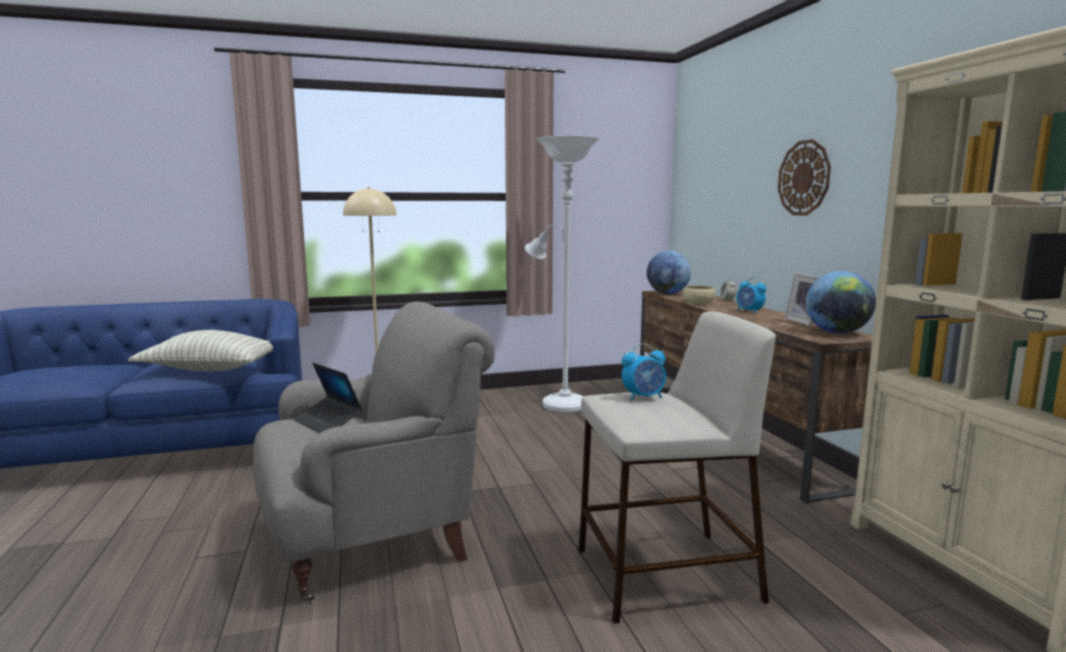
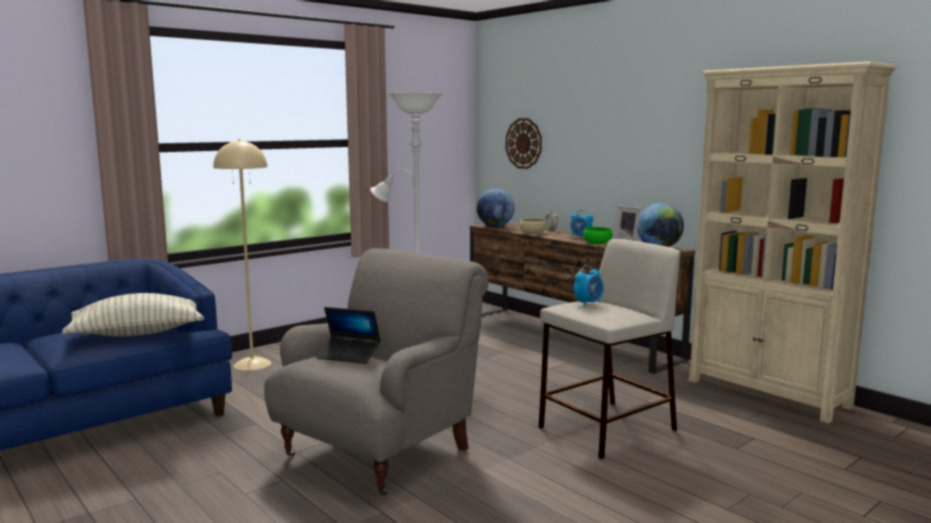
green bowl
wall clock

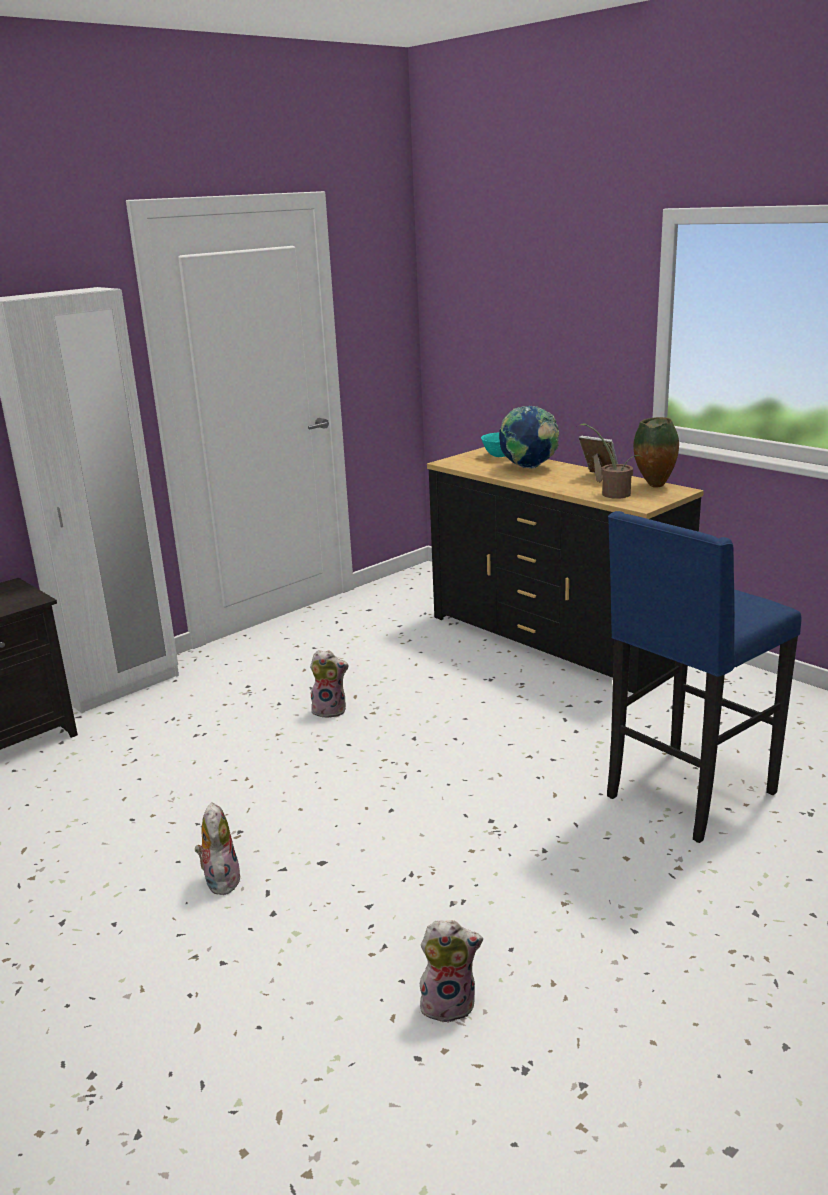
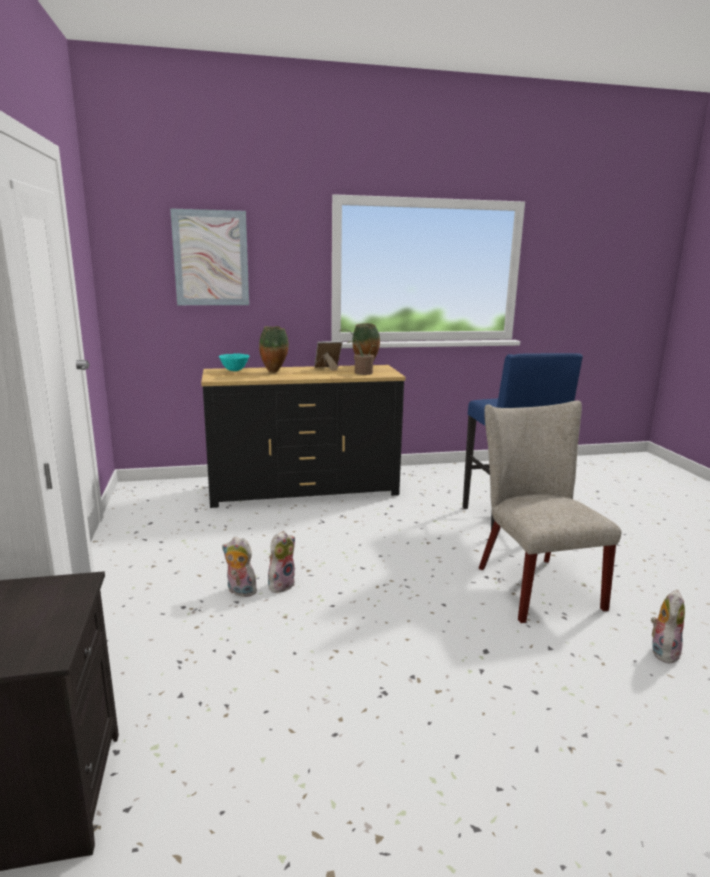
picture
beige chair
plush toy (1st from left)
vase (1st from left)

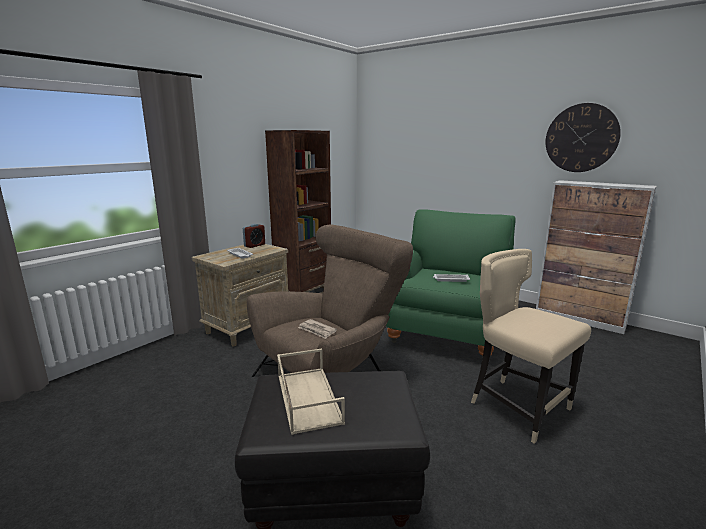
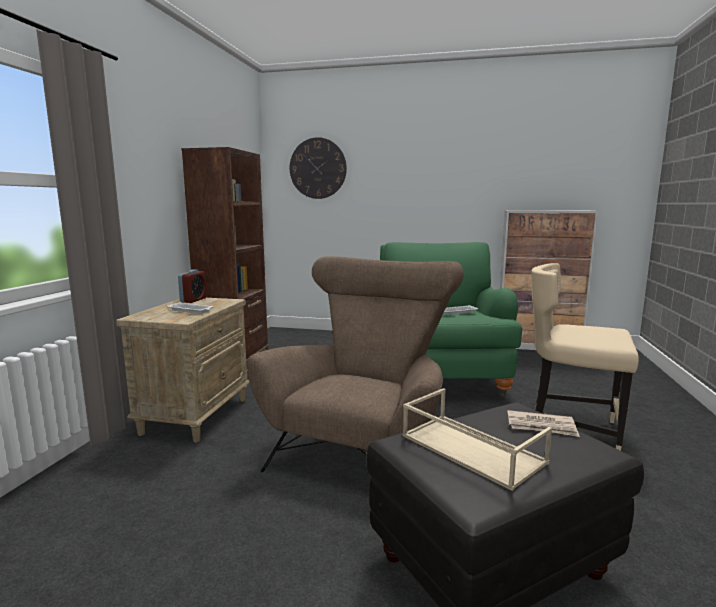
newspaper
wall clock

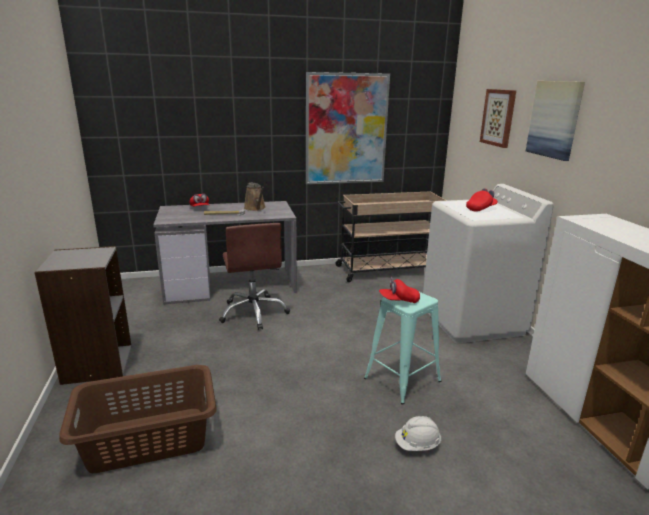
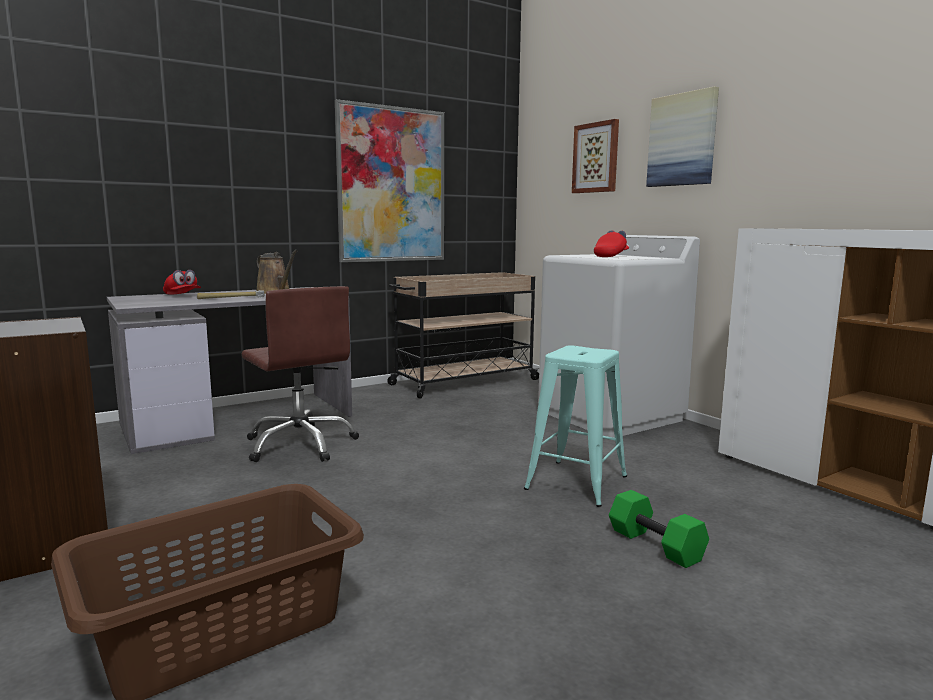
red cap (2nd from left in the first image)
green dumbbell

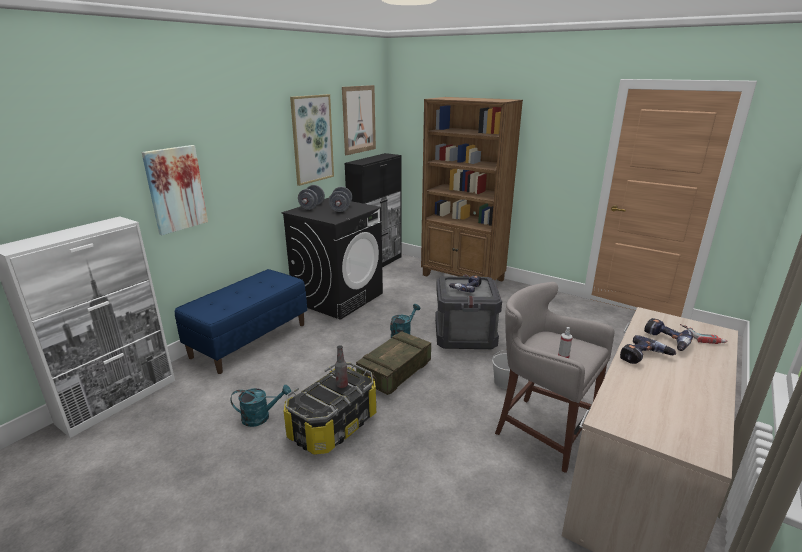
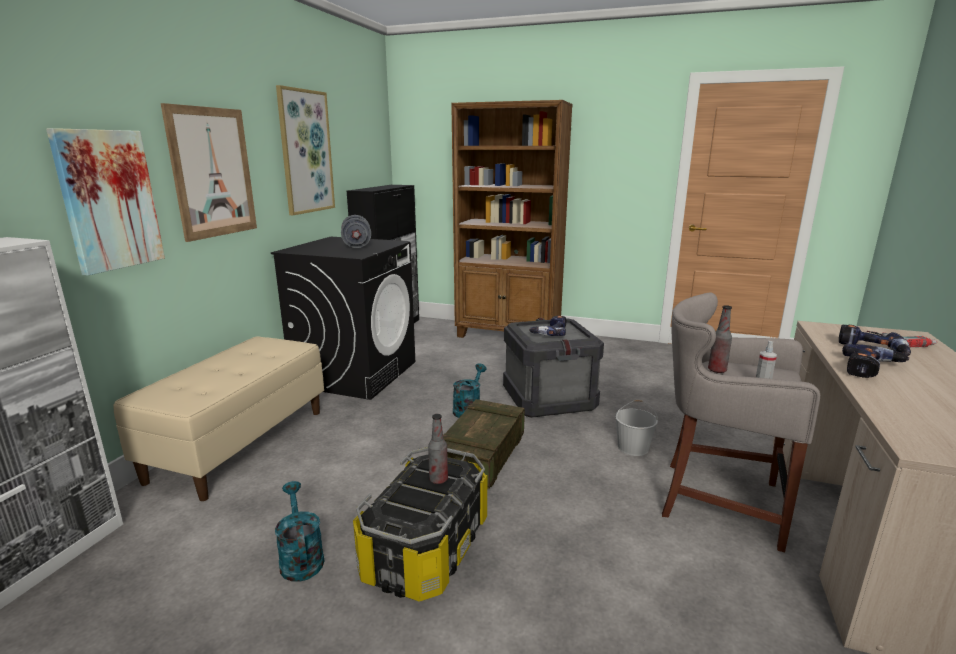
grey dumbbell (1st from left in the first image)
bottle (2nd from left)
picture (2nd from left)
beige bench
turquoise watering can (1st from left)

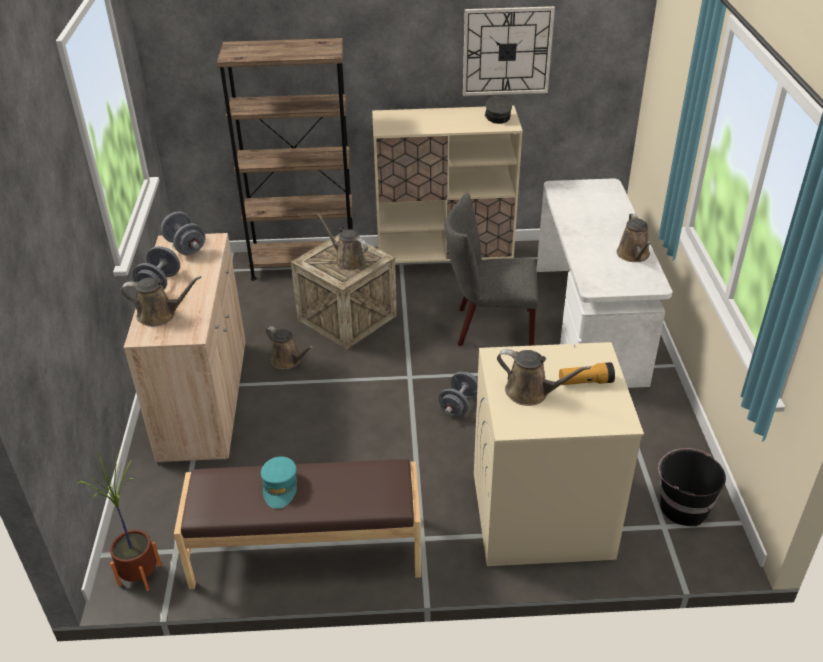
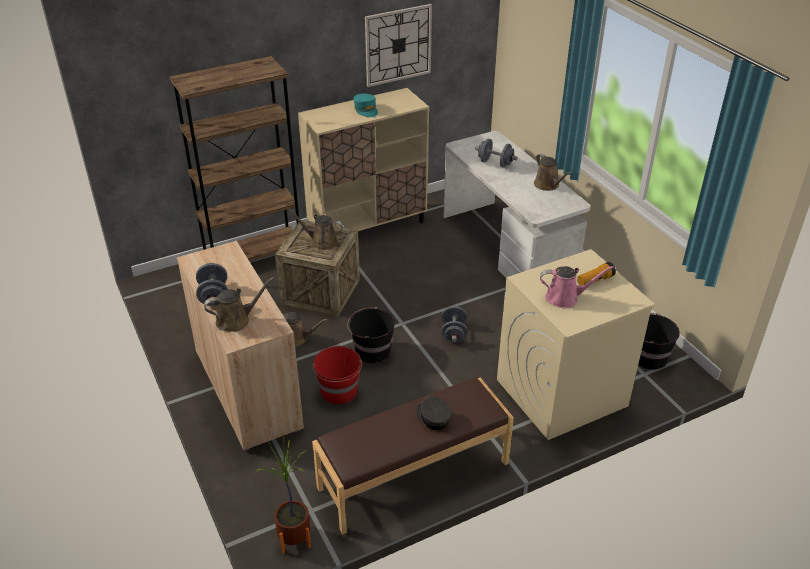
grey chair
red bucket
black bucket (1st from left)
grey dumbbell (3rd from left)
turquoise cap
grey cap
pink watering can

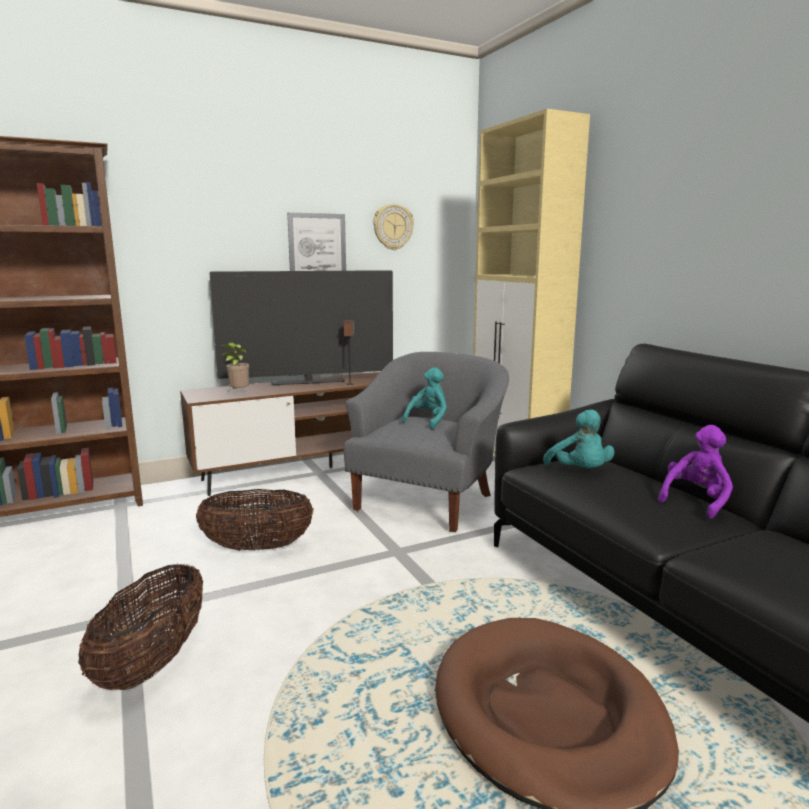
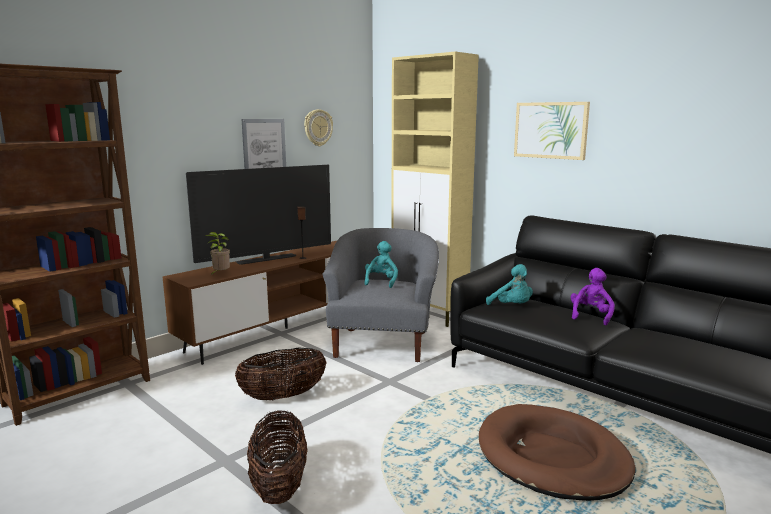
picture (2nd from left)

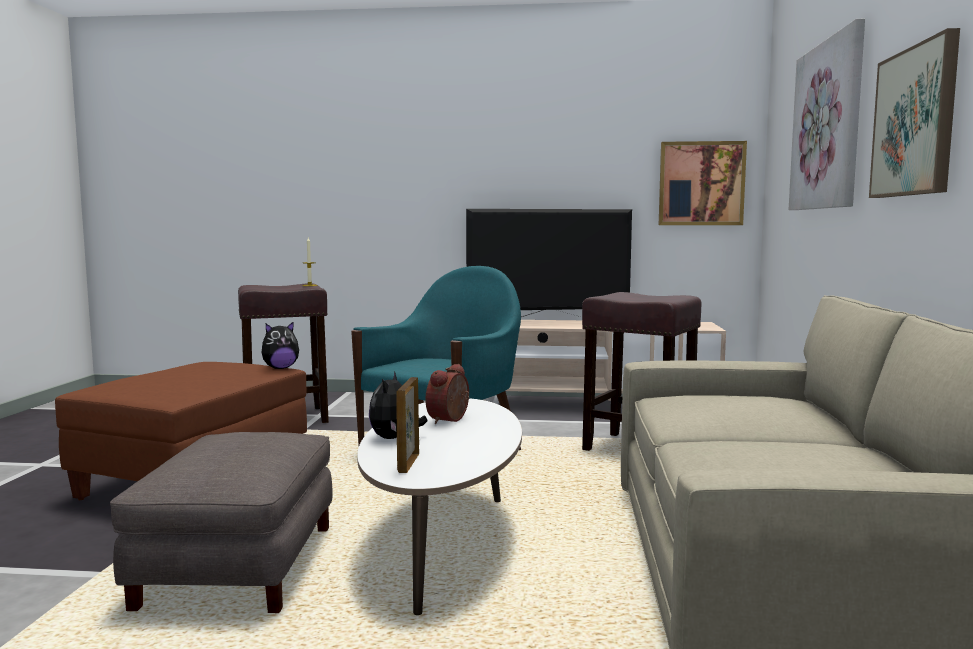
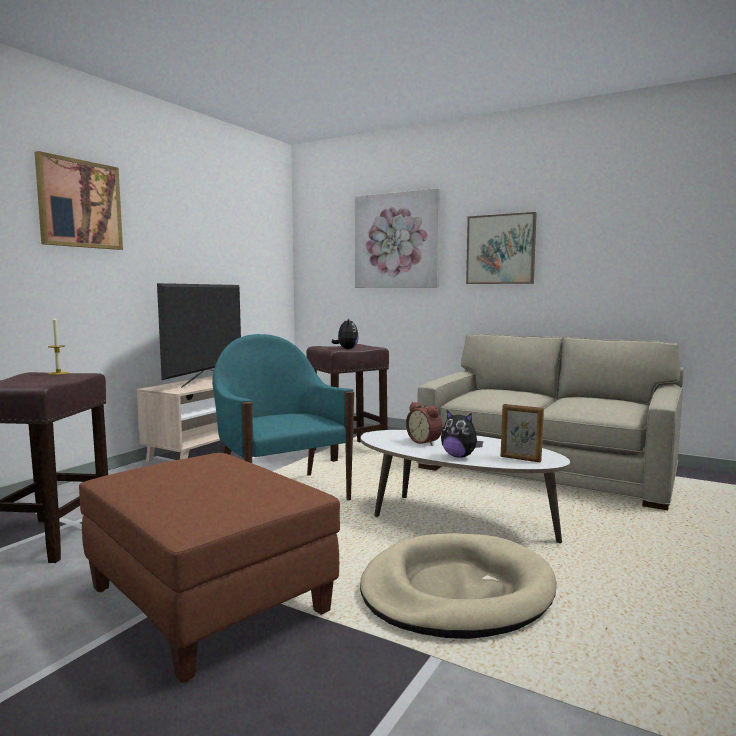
plush toy (1st from left)
picture (1st from left)
beige dog bed

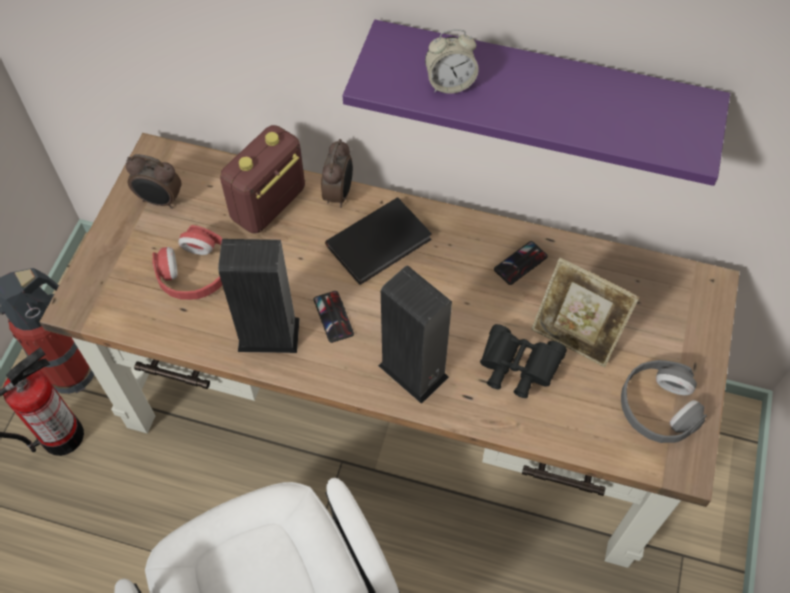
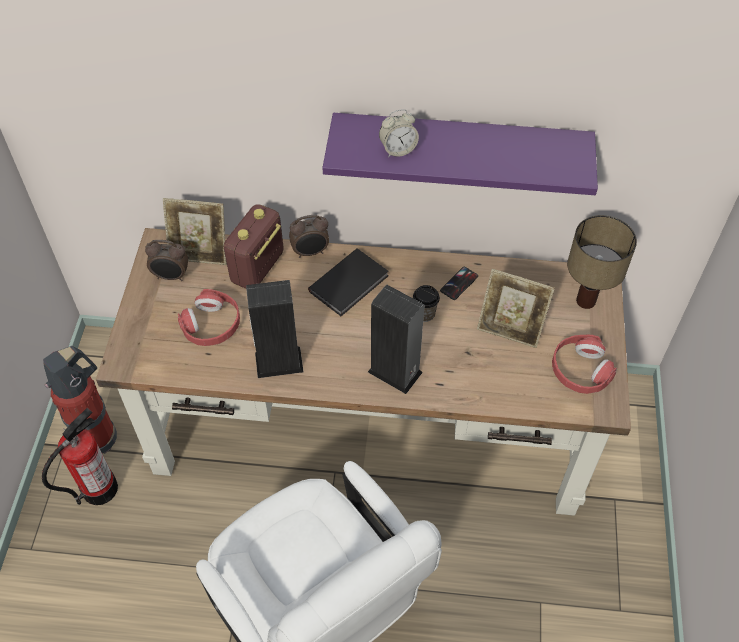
phone (1st from left in the first image)
black binoculars
picture frame (1st from left)
cup
table lamp
red headphones (2nd from left)
alarm clock (2nd from left)

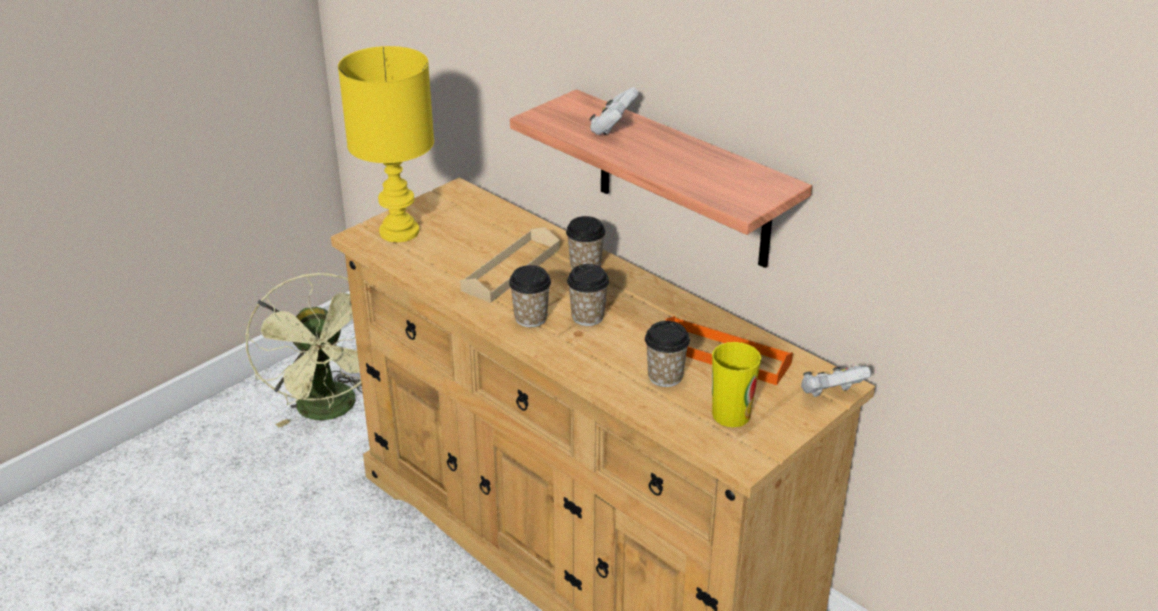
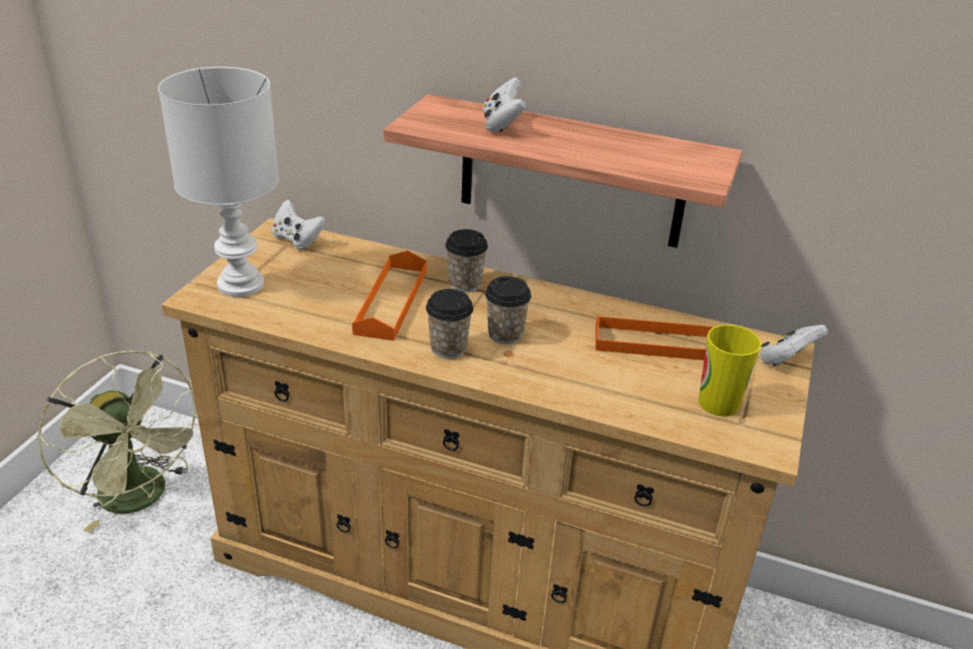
cup (4th from left in the first image)
white game controller (1st from left)
white table lamp
orange tray (1st from left)

